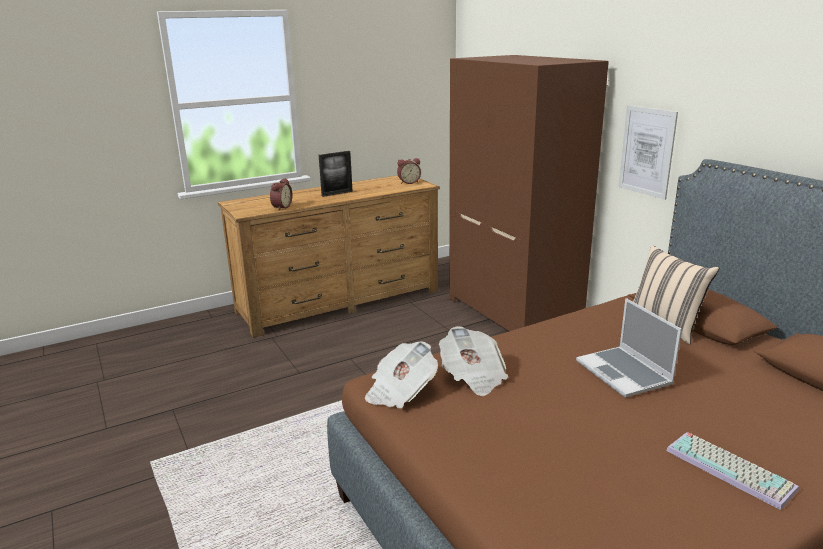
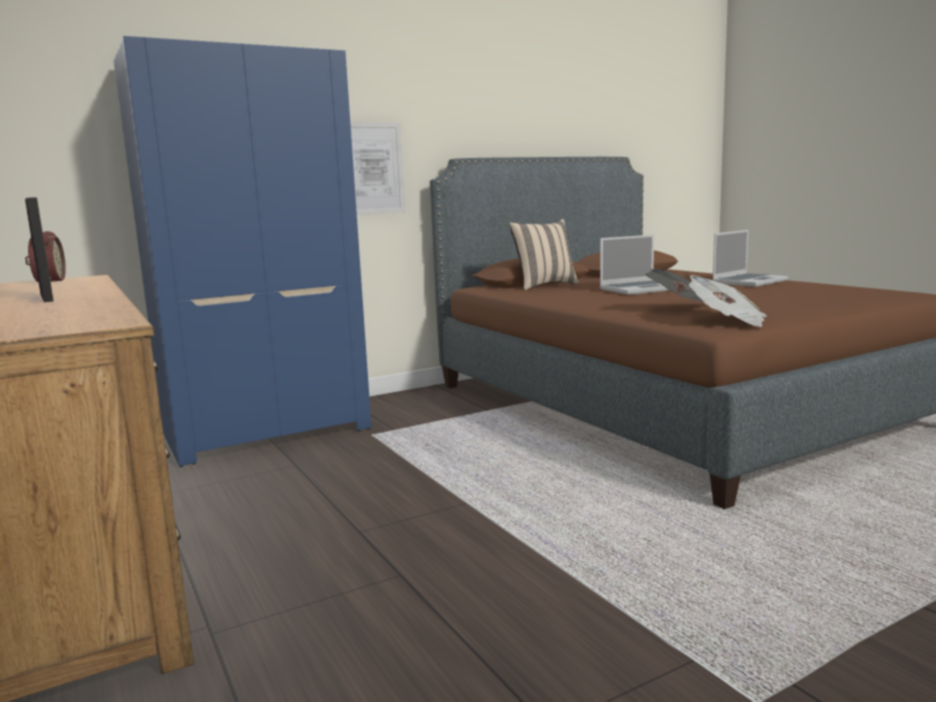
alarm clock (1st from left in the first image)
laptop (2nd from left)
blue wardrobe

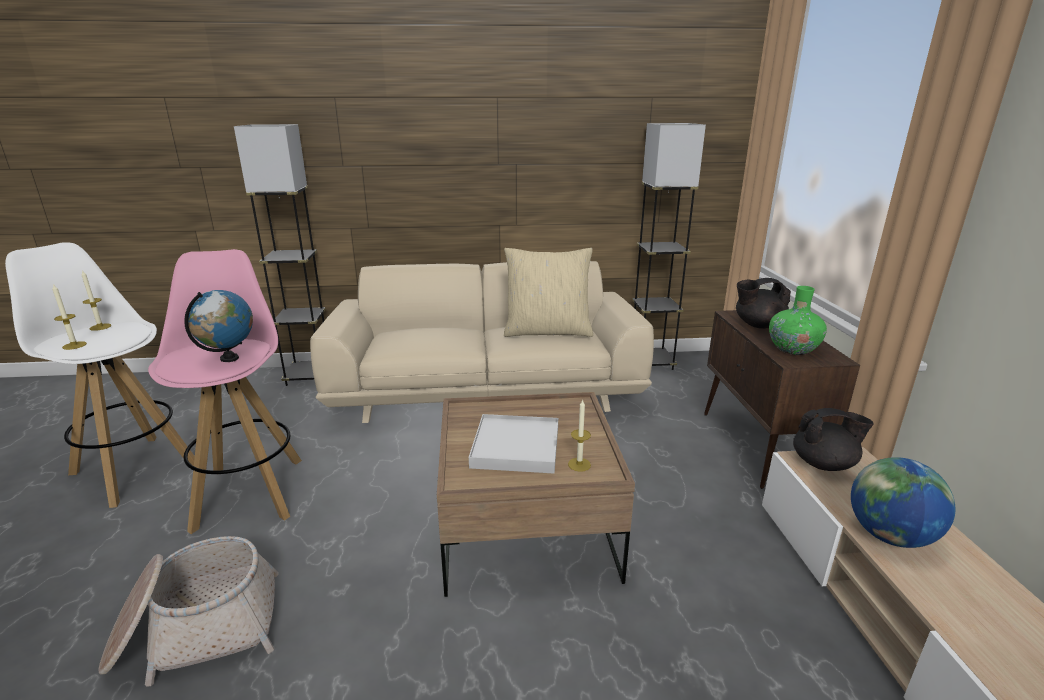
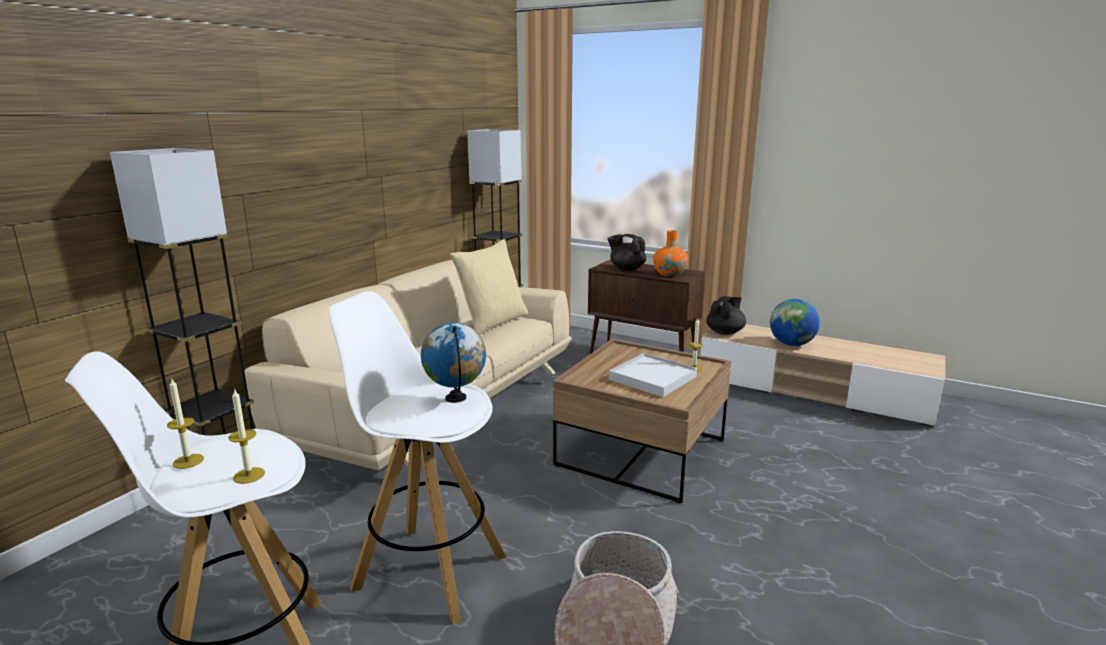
white stool (2nd from left)
orange vase
black teapot (1st from left)

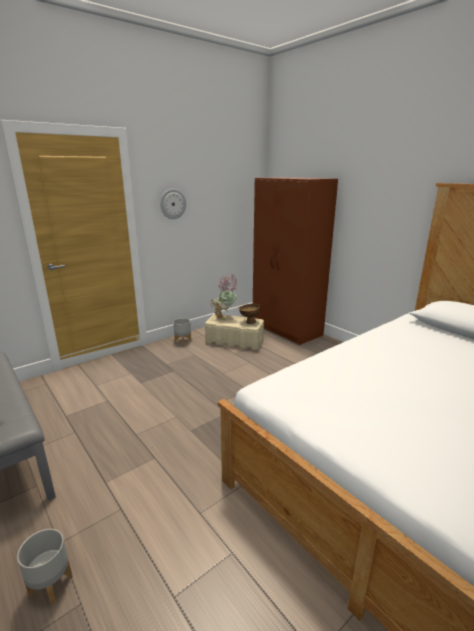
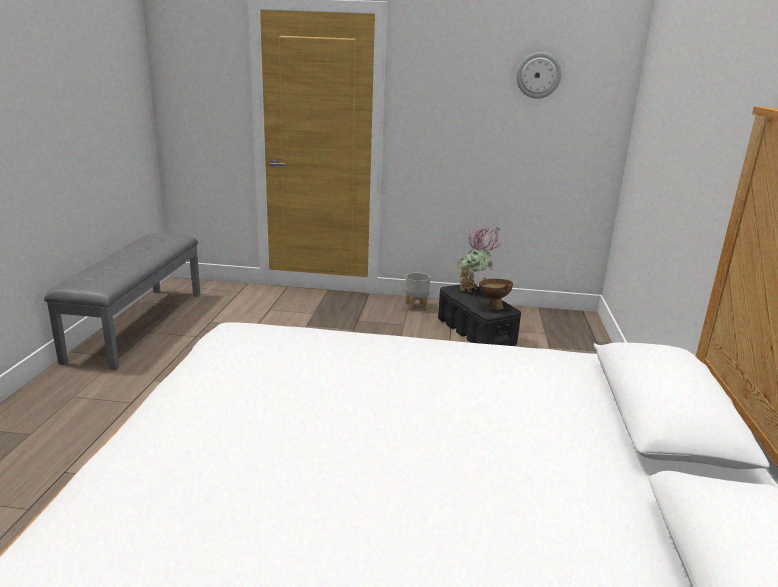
grey planter (1st from left in the first image)
brown wardrobe
wall clock
black storage box

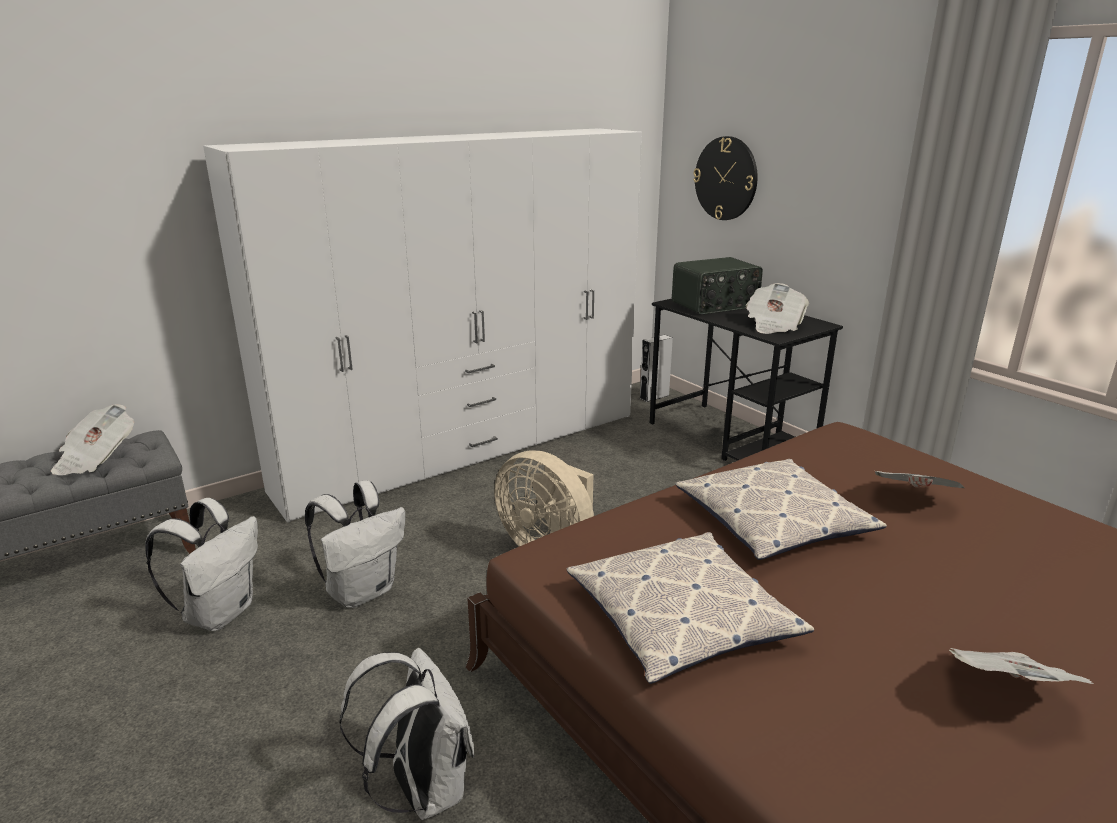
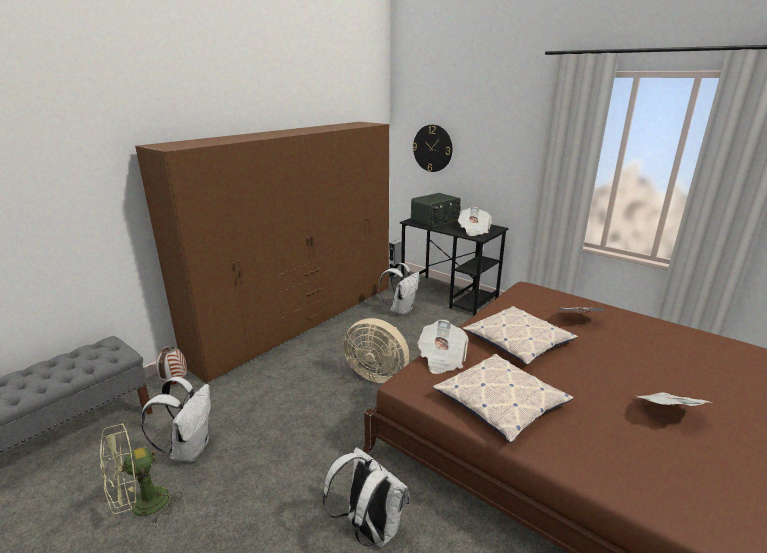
green fan
vase
newspaper (1st from left)
white backpack (3rd from left)
brown wardrobe

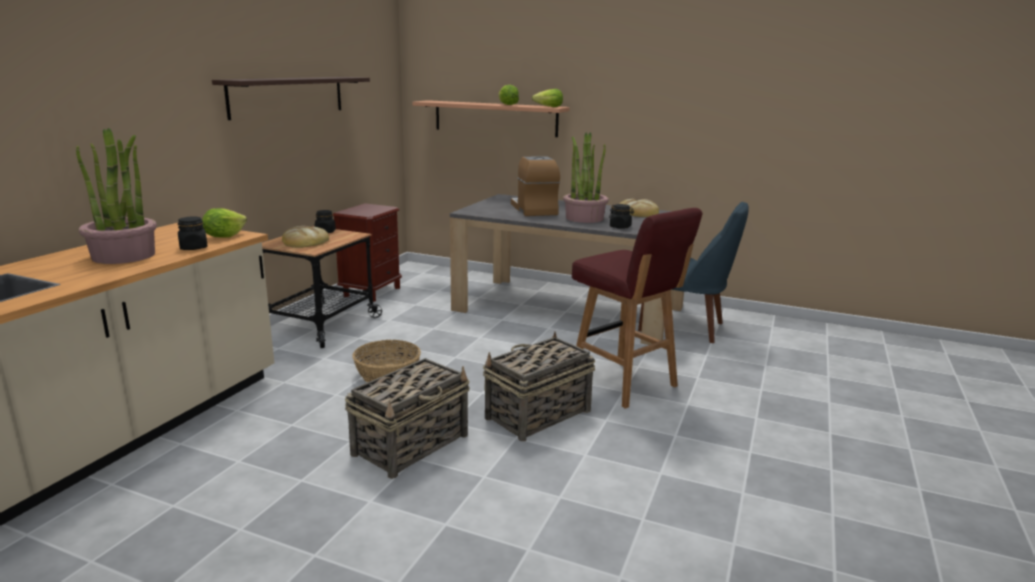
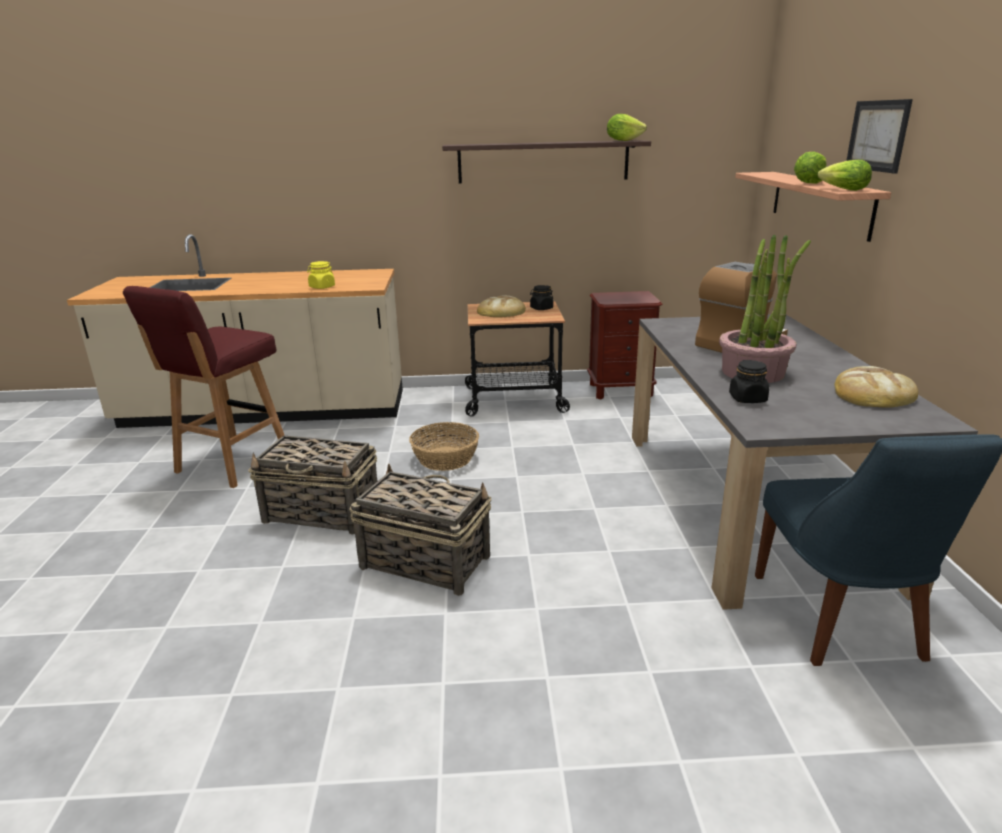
potted plant (1st from left in the first image)
picture
lettuce (1st from left)
red stool
yellow jar

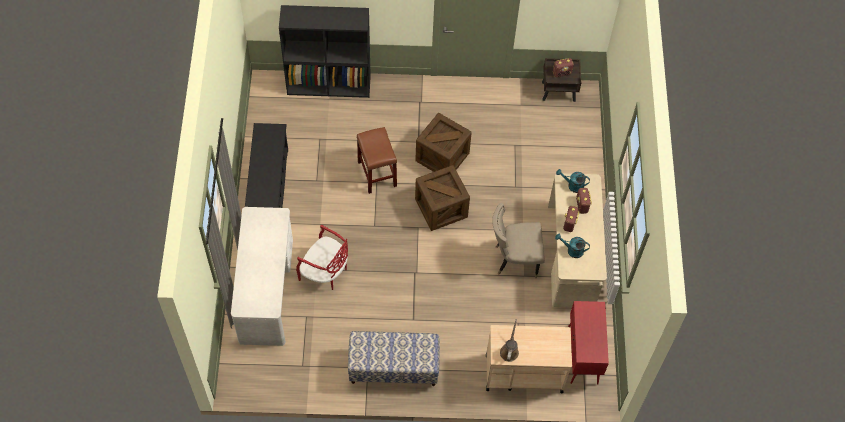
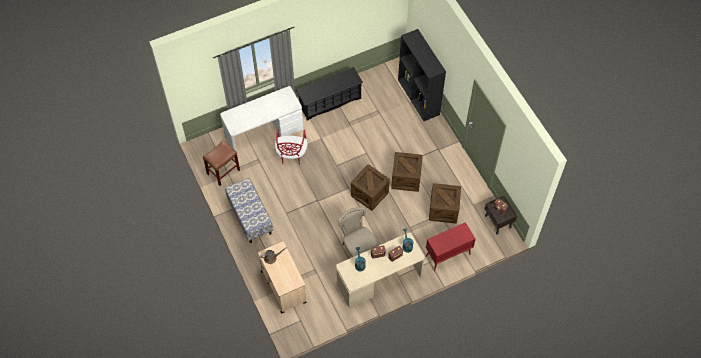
crate (3rd from left)
brown stool
red cabinet

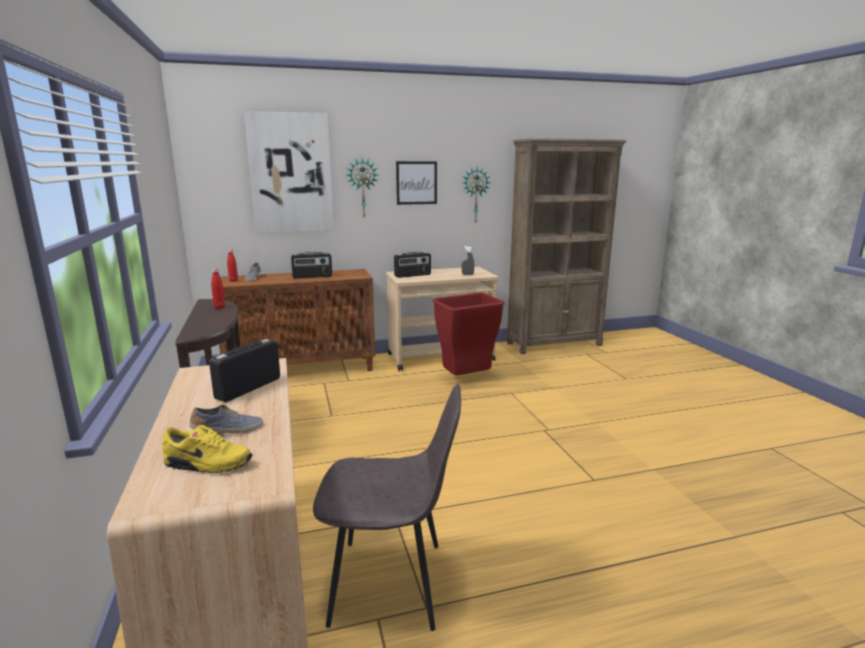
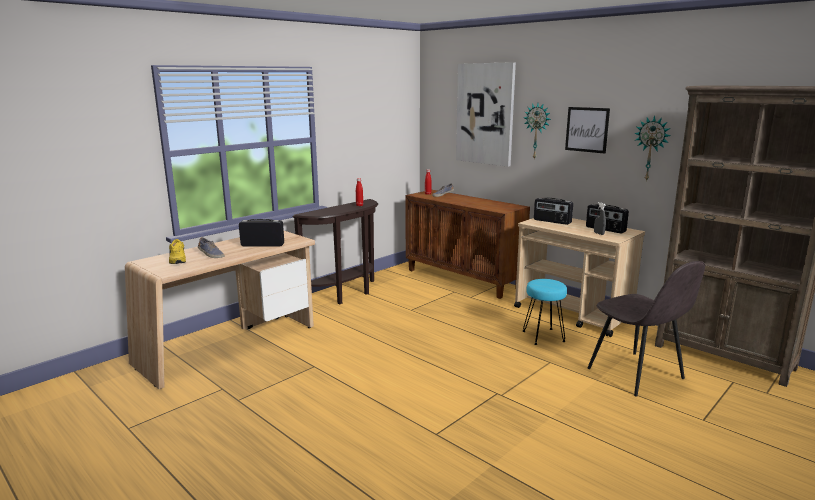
radio (3rd from left)
grey chair
turquoise stool

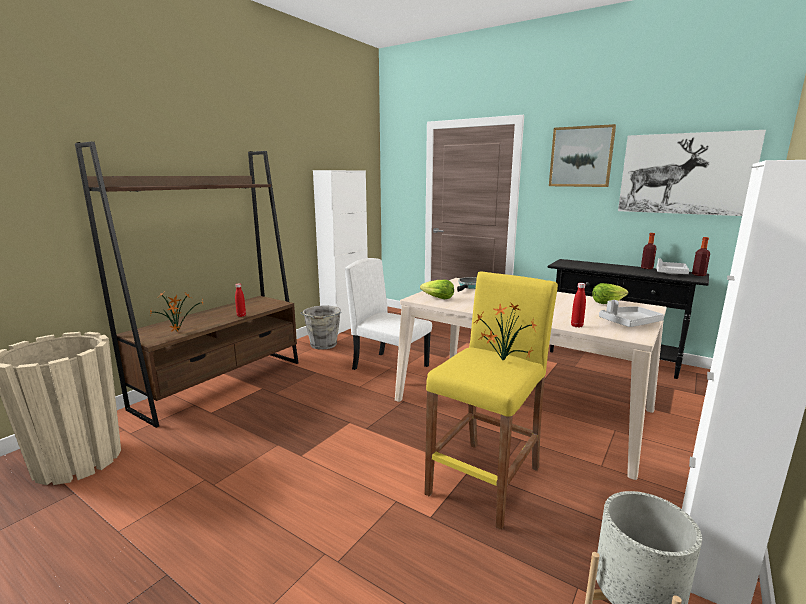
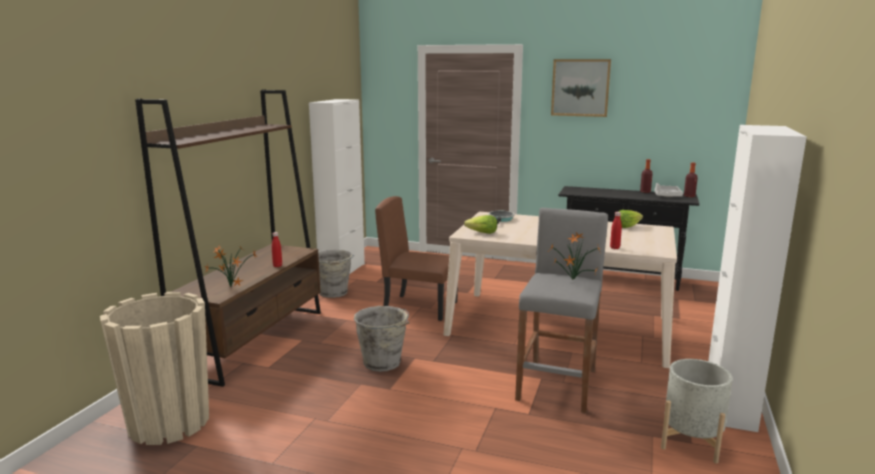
grey tray (1st from left in the first image)
picture (2nd from left in the first image)
grey bucket (2nd from left)
brown chair
grey stool

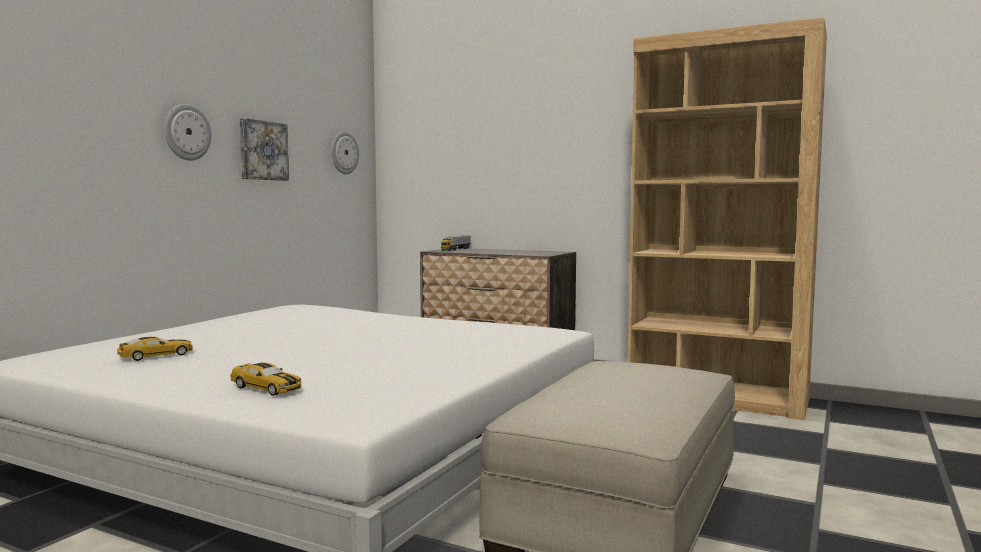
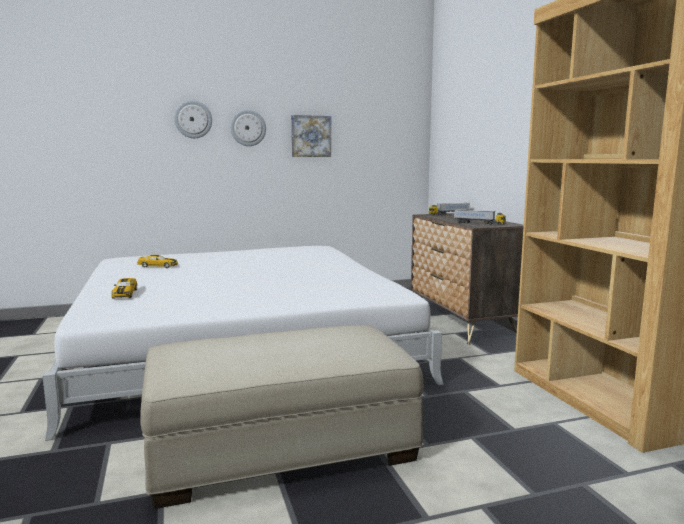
toy truck (2nd from left)
wall clock (1st from left)

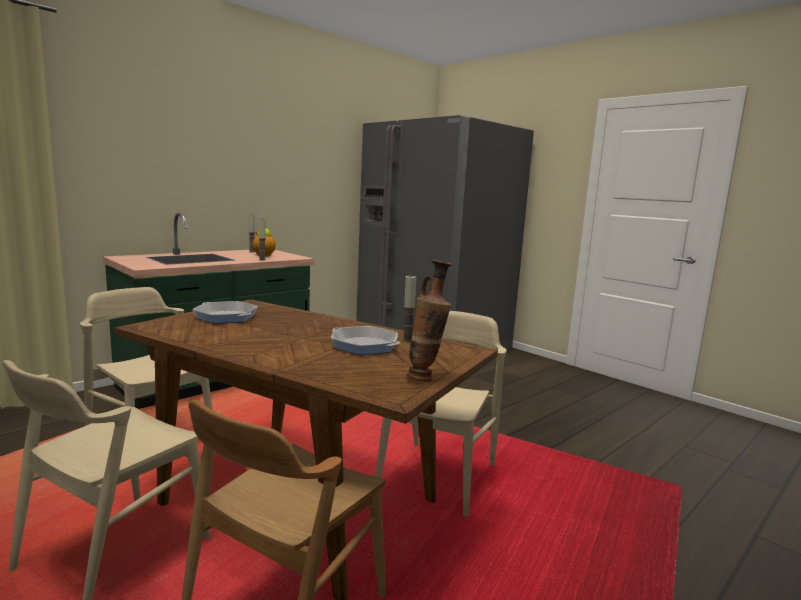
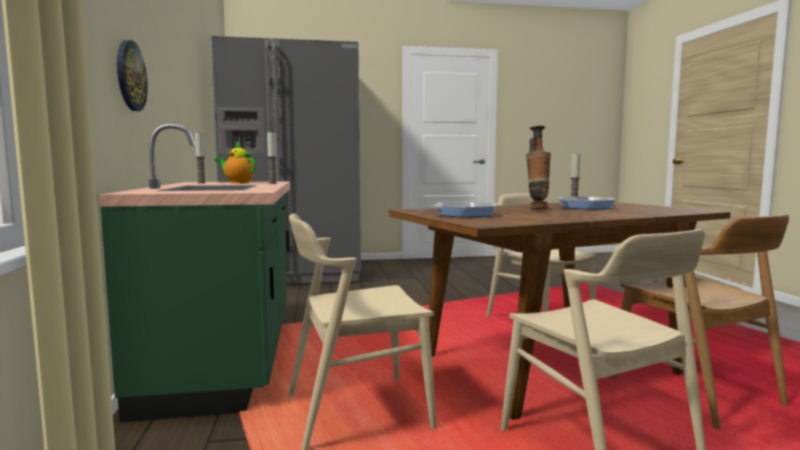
wall clock
vase

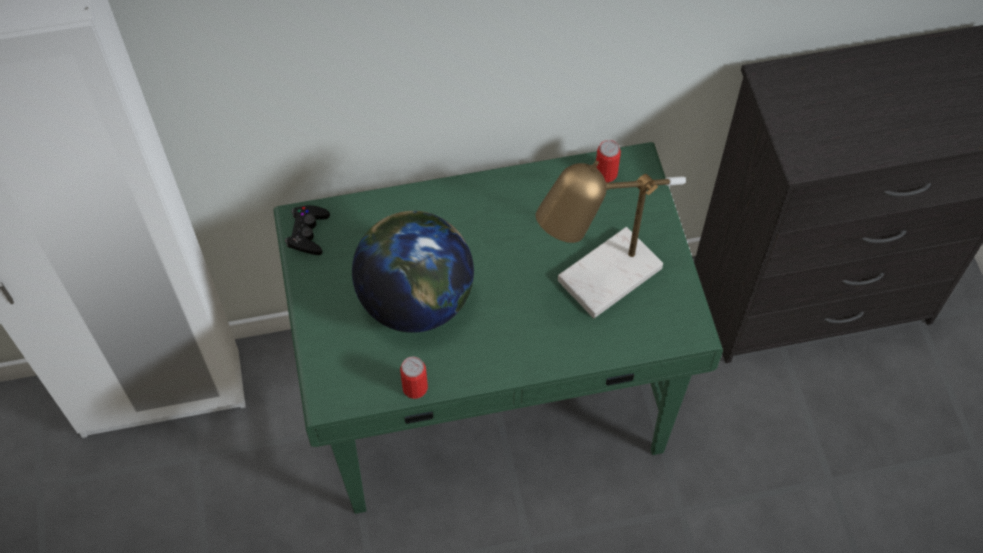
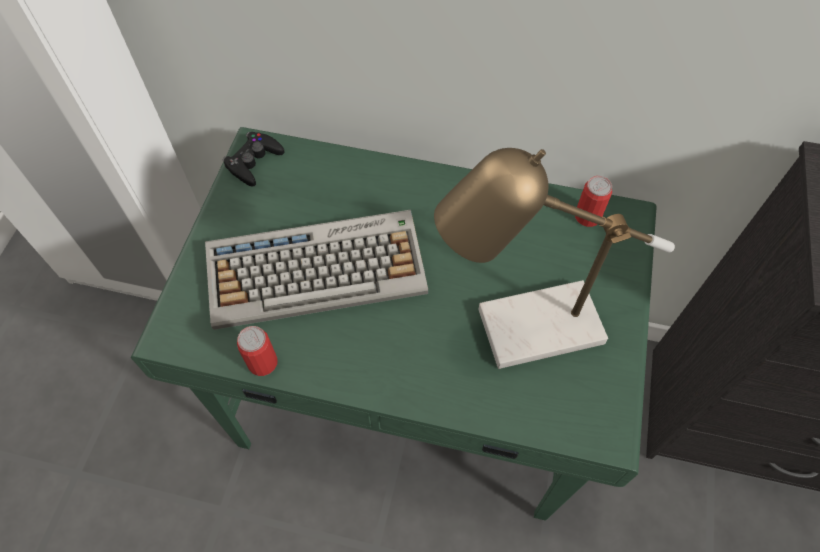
keyboard

